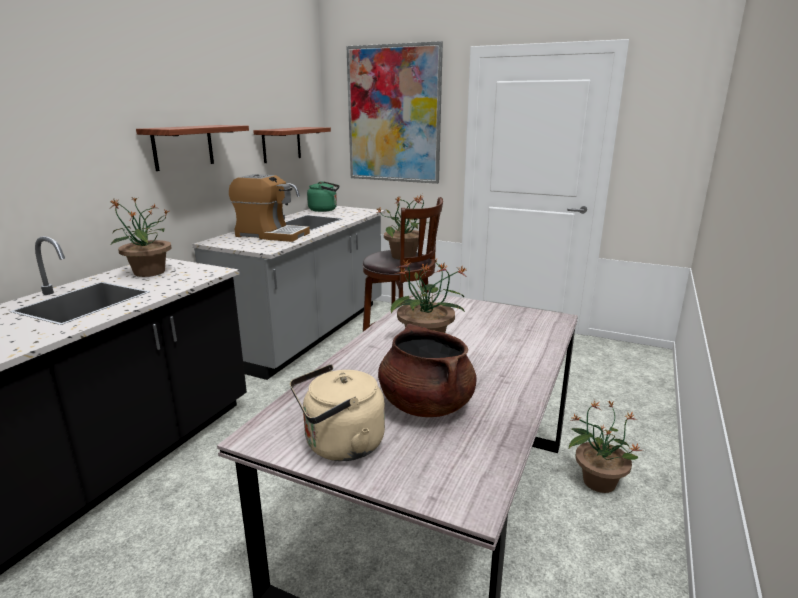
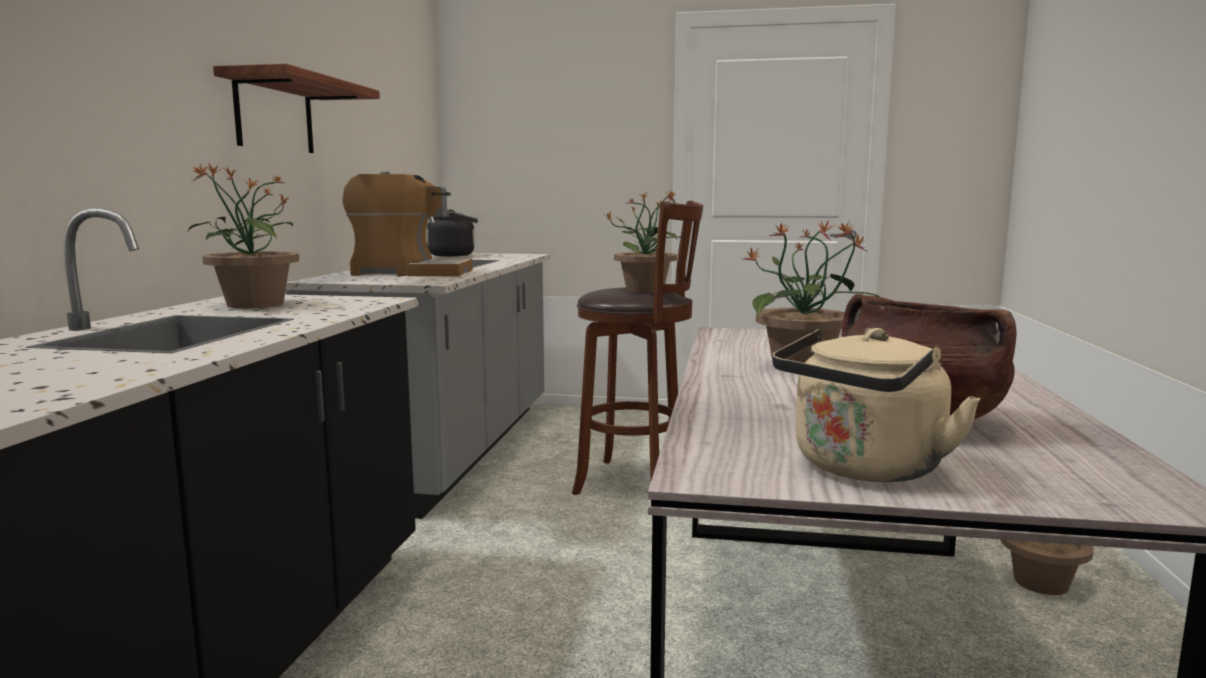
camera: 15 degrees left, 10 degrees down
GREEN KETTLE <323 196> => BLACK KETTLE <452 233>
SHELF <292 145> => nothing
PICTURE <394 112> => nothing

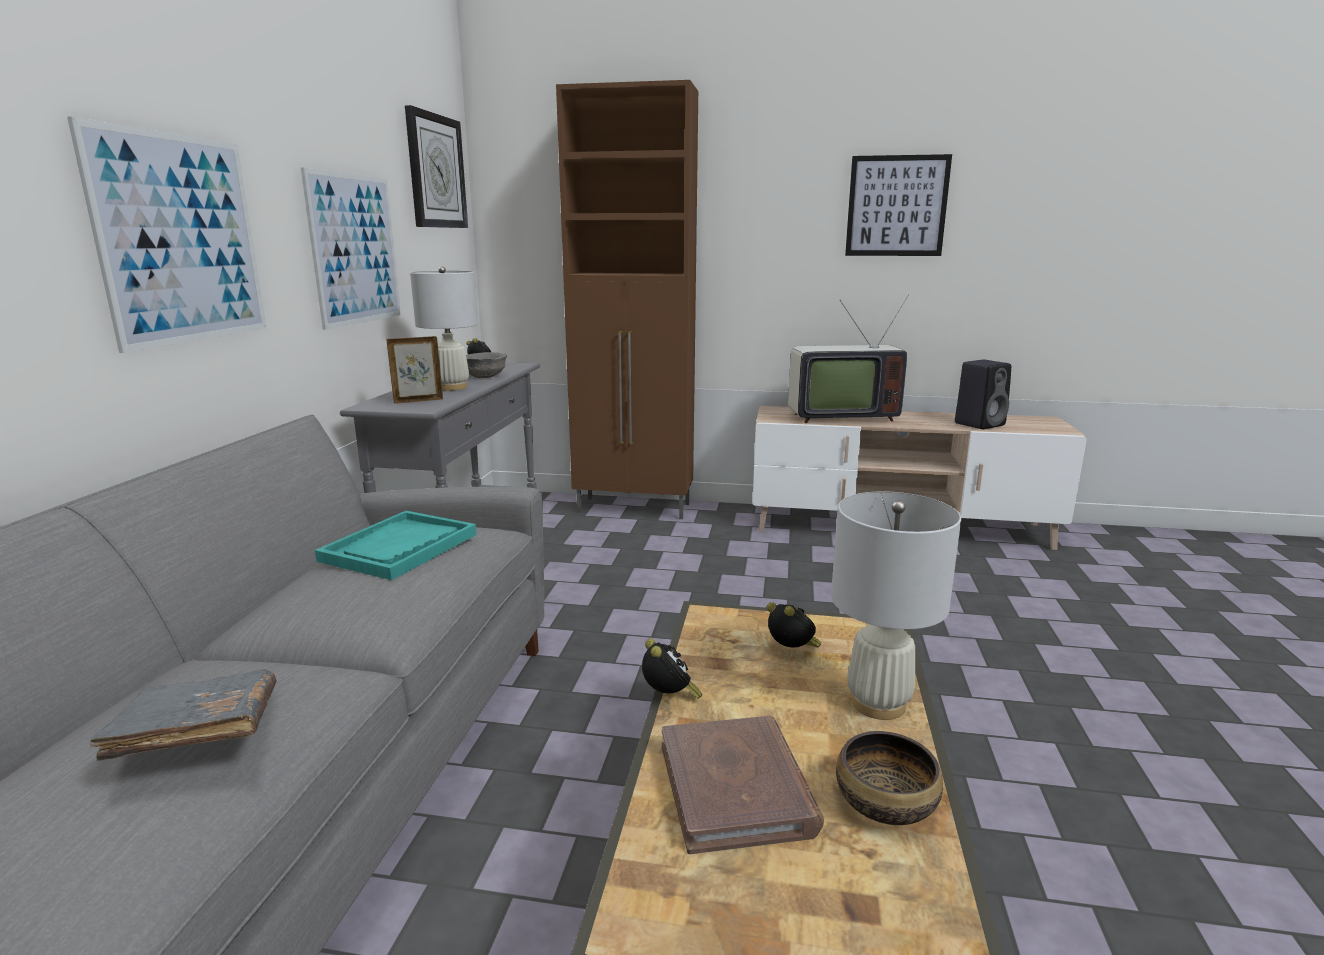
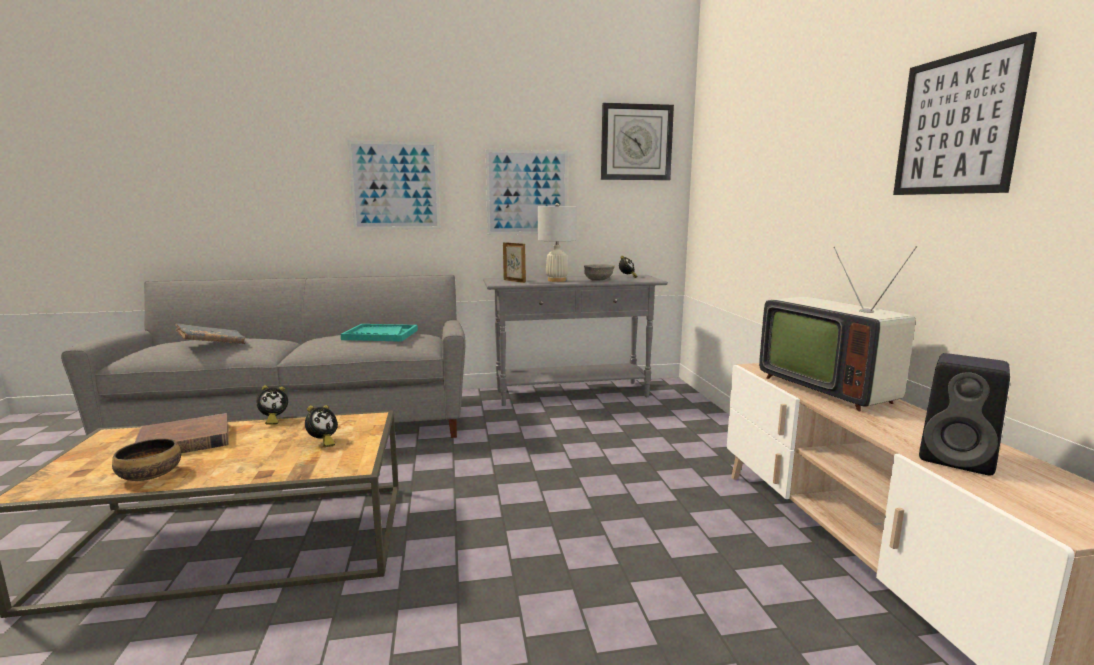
camera: 70 degrees right, 5 degrees down
BROWN CABINET <627 299> => nothing
WHITE TABLE LAMP <896 605> => nothing

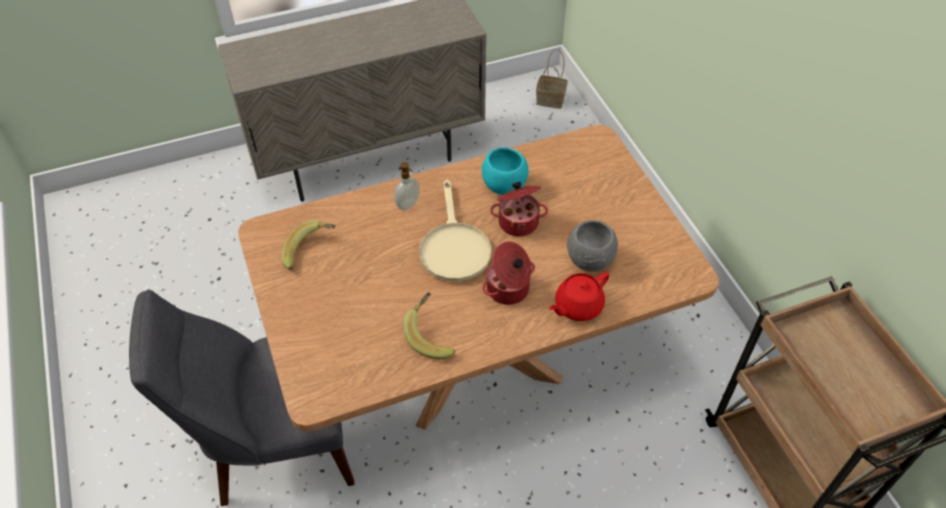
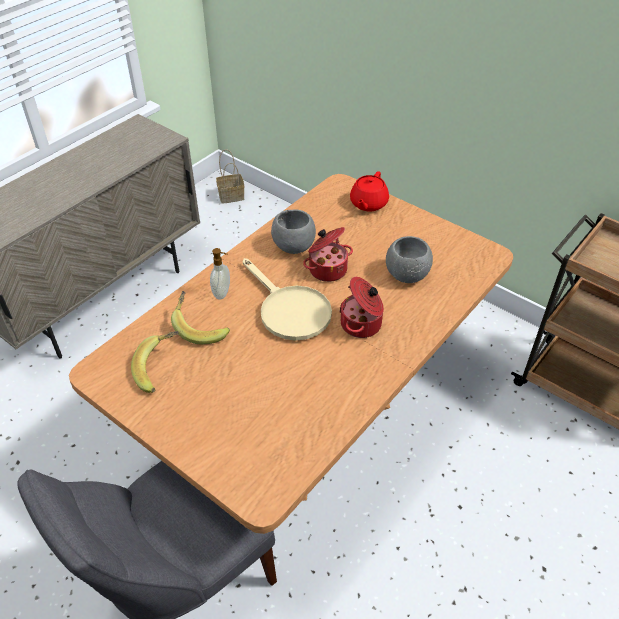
camera: 30 degrees left, 5 degrees down
BANANA <429 325> => BANANA <200 317>, relocated
TURQUOISE BOWL <505 171> => GREY BOWL <293 231>
RED TEAPOT <579 296> => RED TEAPOT <369 191>, relocated

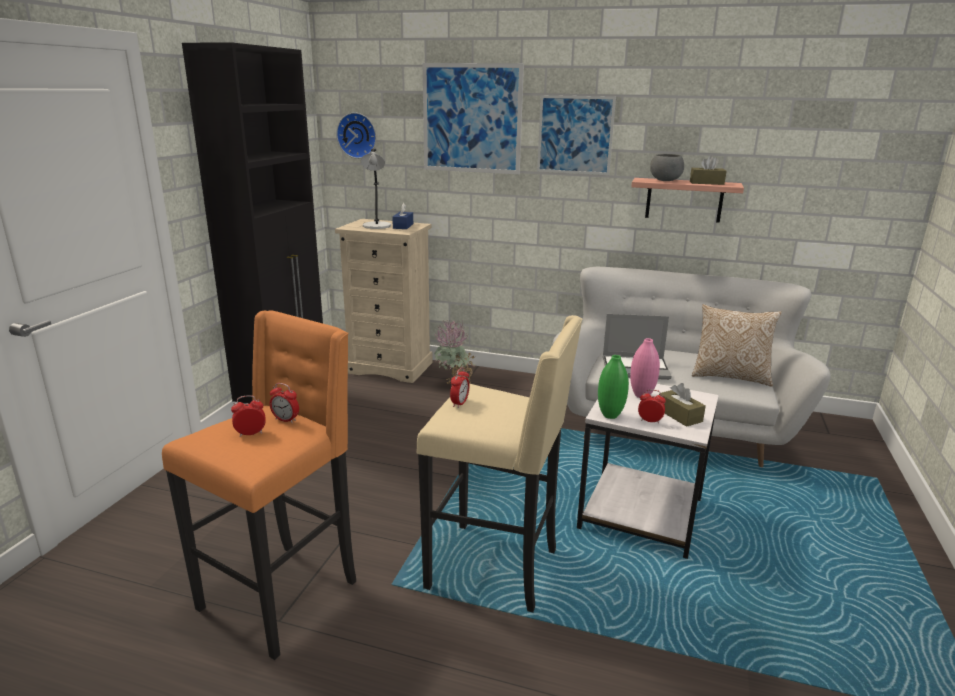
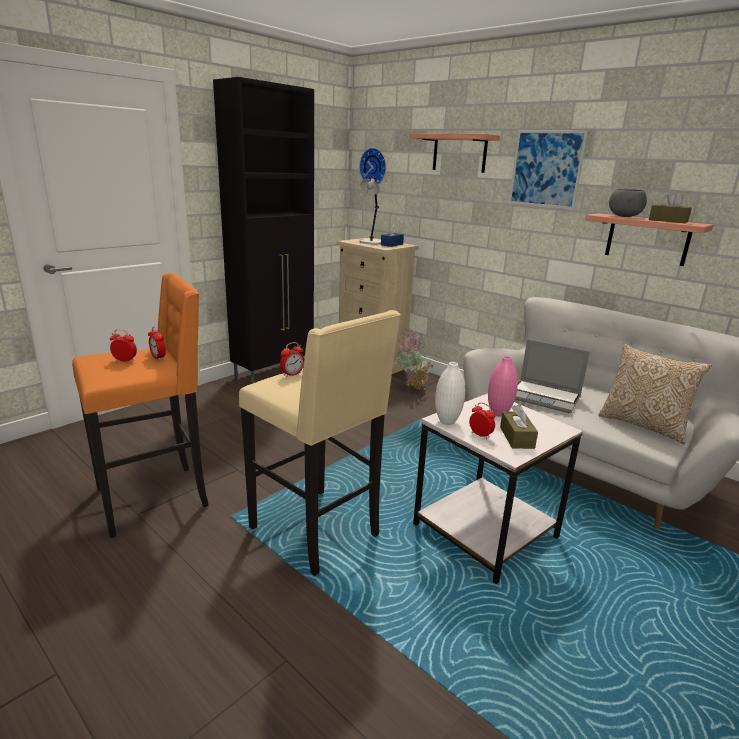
camera: 25 degrees right, 0 degrees up
PICTURE <473 118> => SHELF <454 153>
GREEN VASE <613 387> => WHITE VASE <450 393>

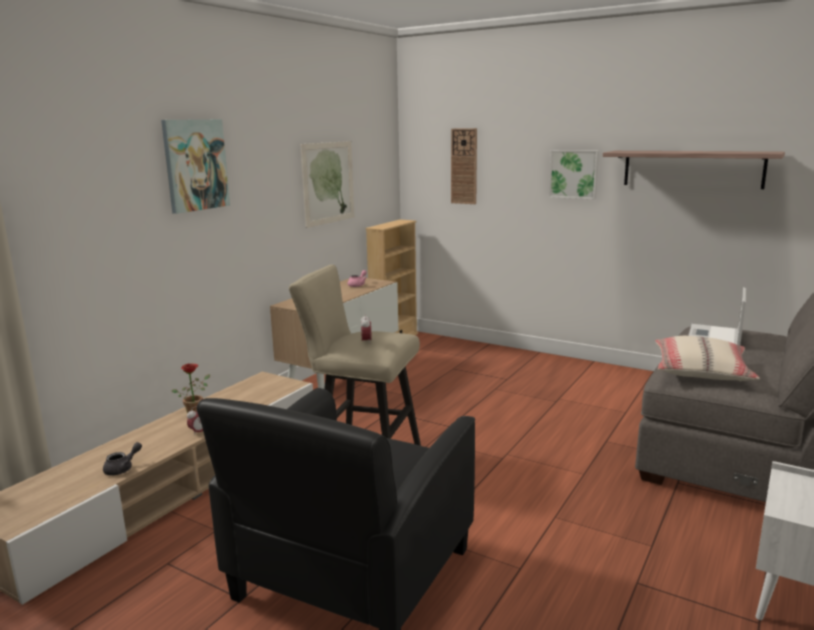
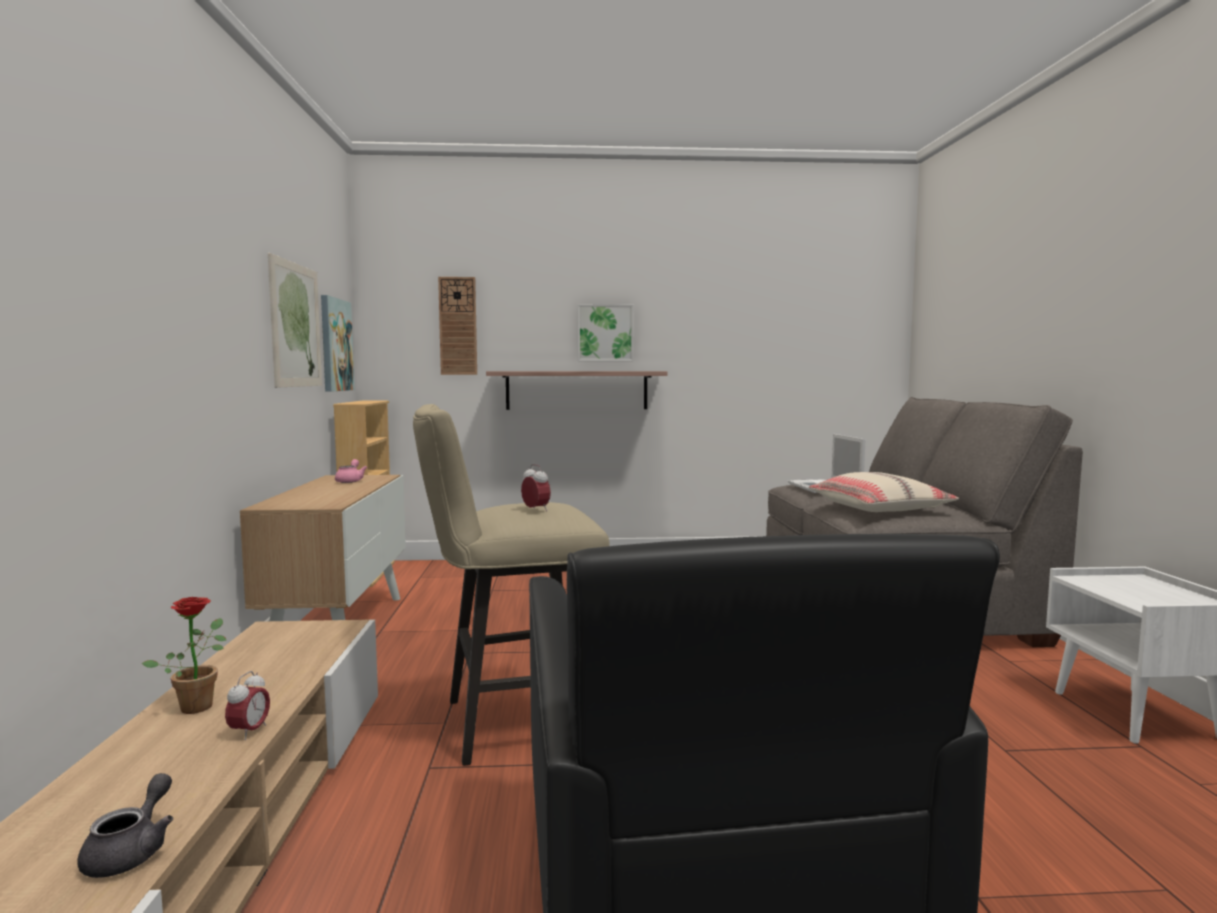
camera: 35 degrees left, 10 degrees down
PICTURE <195 166> => PICTURE <338 343>, relocated
SHELF <694 170> => SHELF <577 390>, relocated

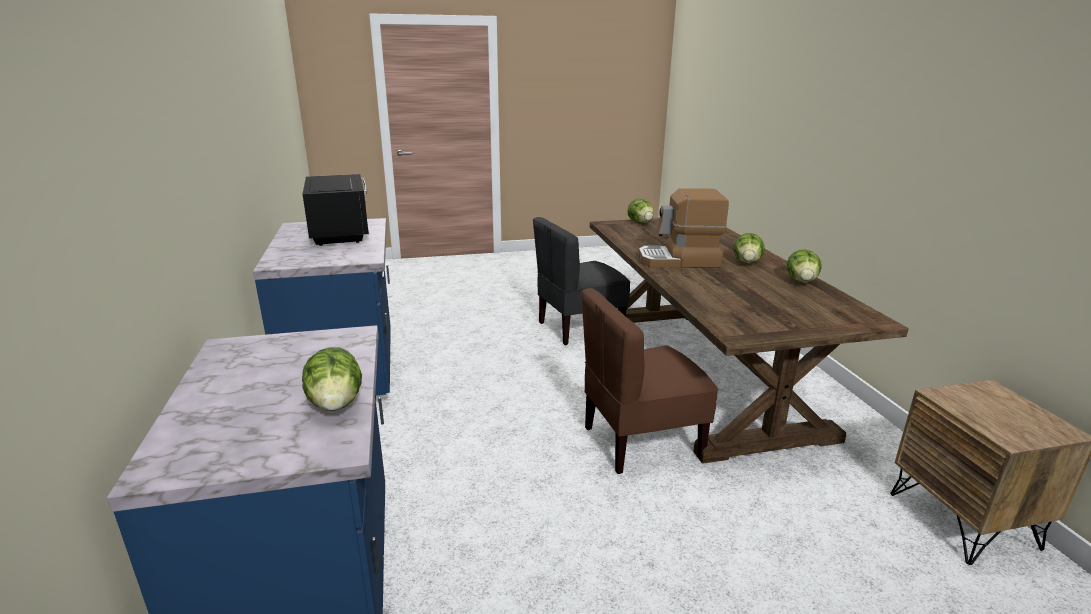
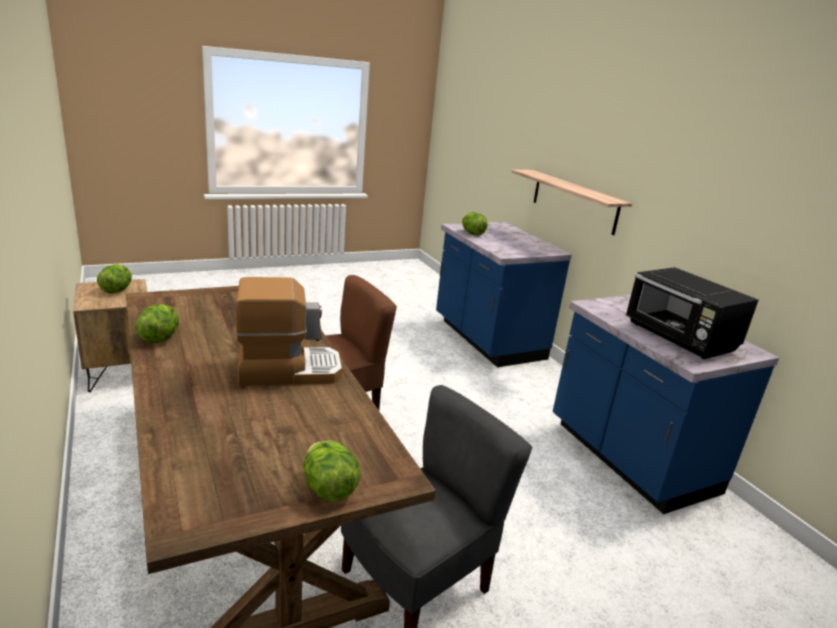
camera: 165 degrees right, 0 degrees up
LETTUCE <749 248> => LETTUCE <114 278>, relocated
nothing => SHELF <571 202>

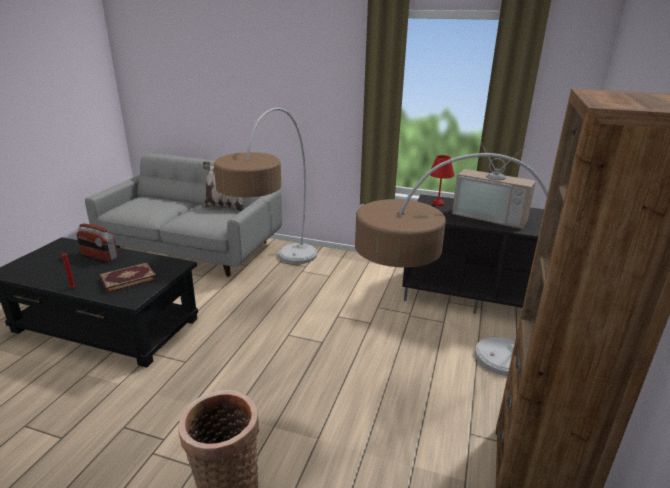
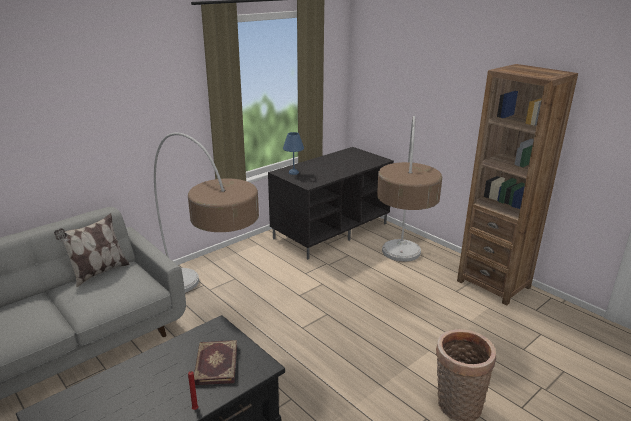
camera: 60 degrees left, 0 degrees up
RED TABLE LAMP <442 180> => BLUE TABLE LAMP <293 153>
RADIO <97 243> => nothing
TELEVISION <494 183> => nothing

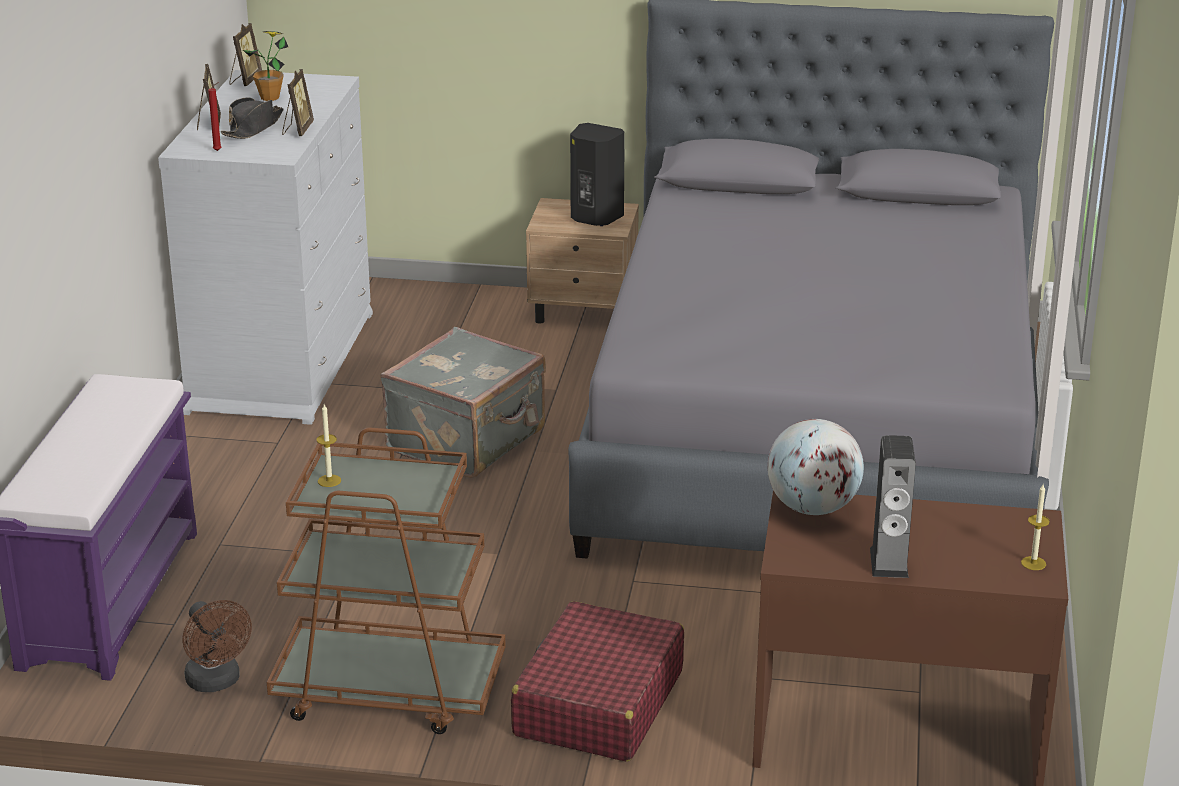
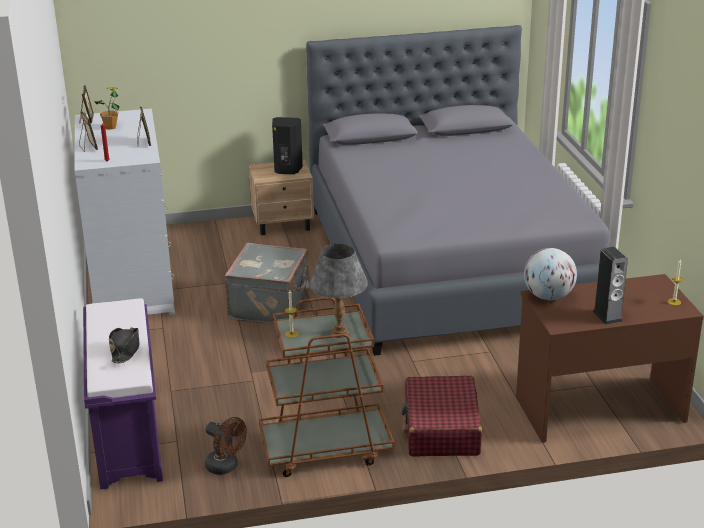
camera: 20 degrees left, 0 degrees up
BLACK HAT <252 118> => BLACK HAT <124 345>, relocated
nothing => GREY TABLE LAMP <338 290>

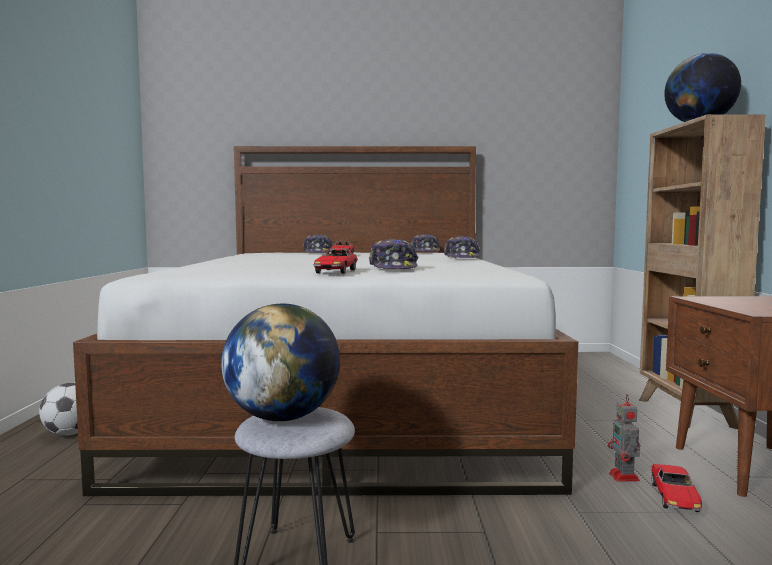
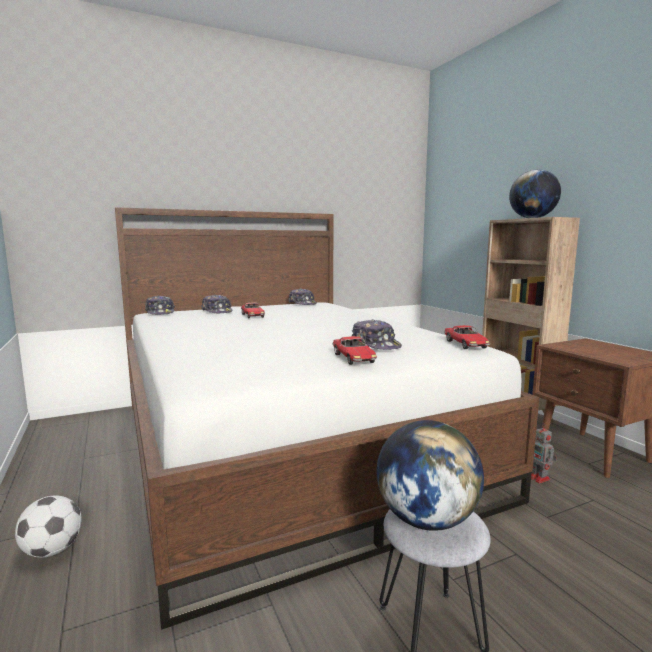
camera: 25 degrees left, 5 degrees up
CAP <462 247> => CAP <160 305>, relocated
TOY CAR <676 488> => TOY CAR <467 337>, relocated

